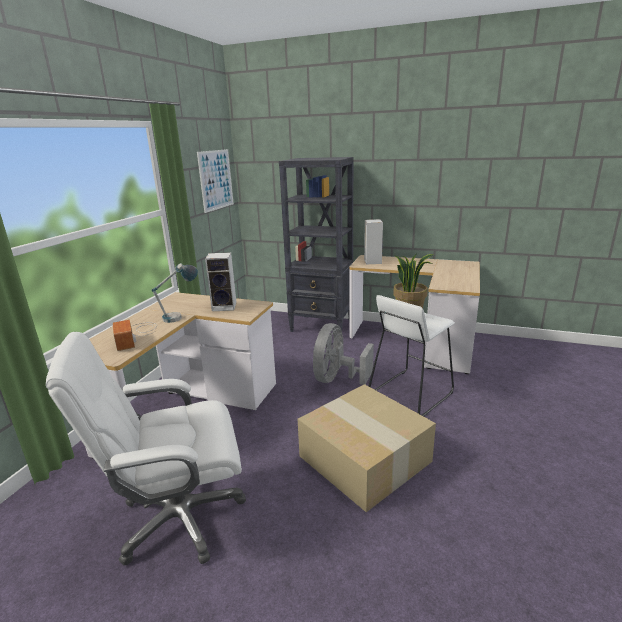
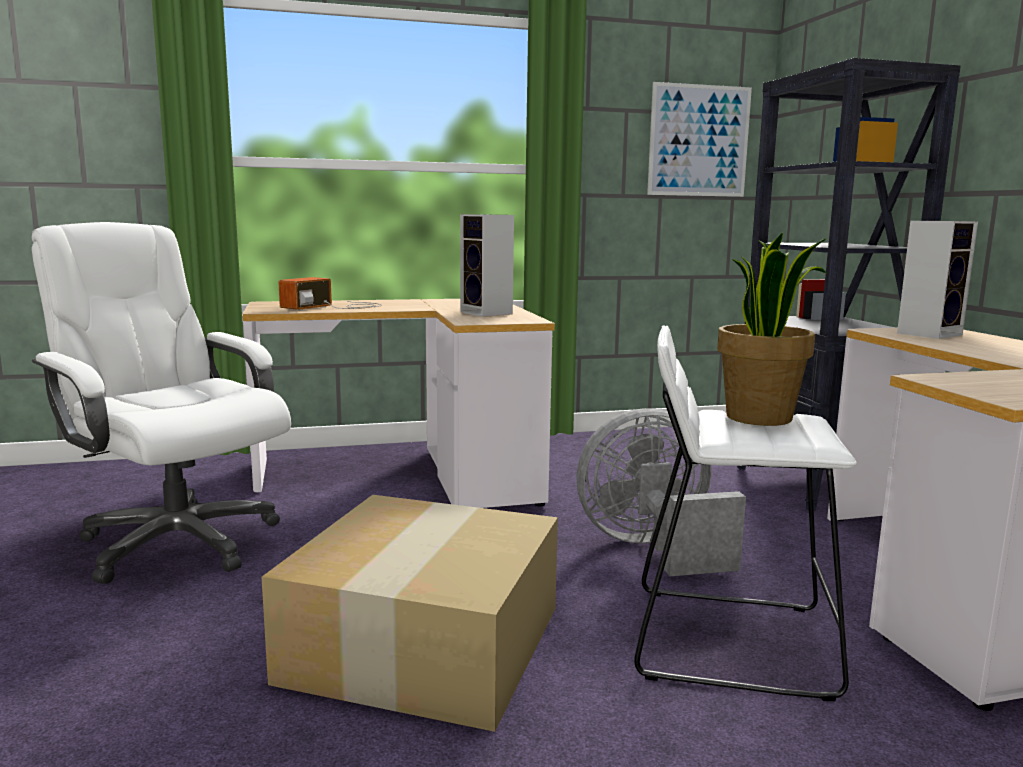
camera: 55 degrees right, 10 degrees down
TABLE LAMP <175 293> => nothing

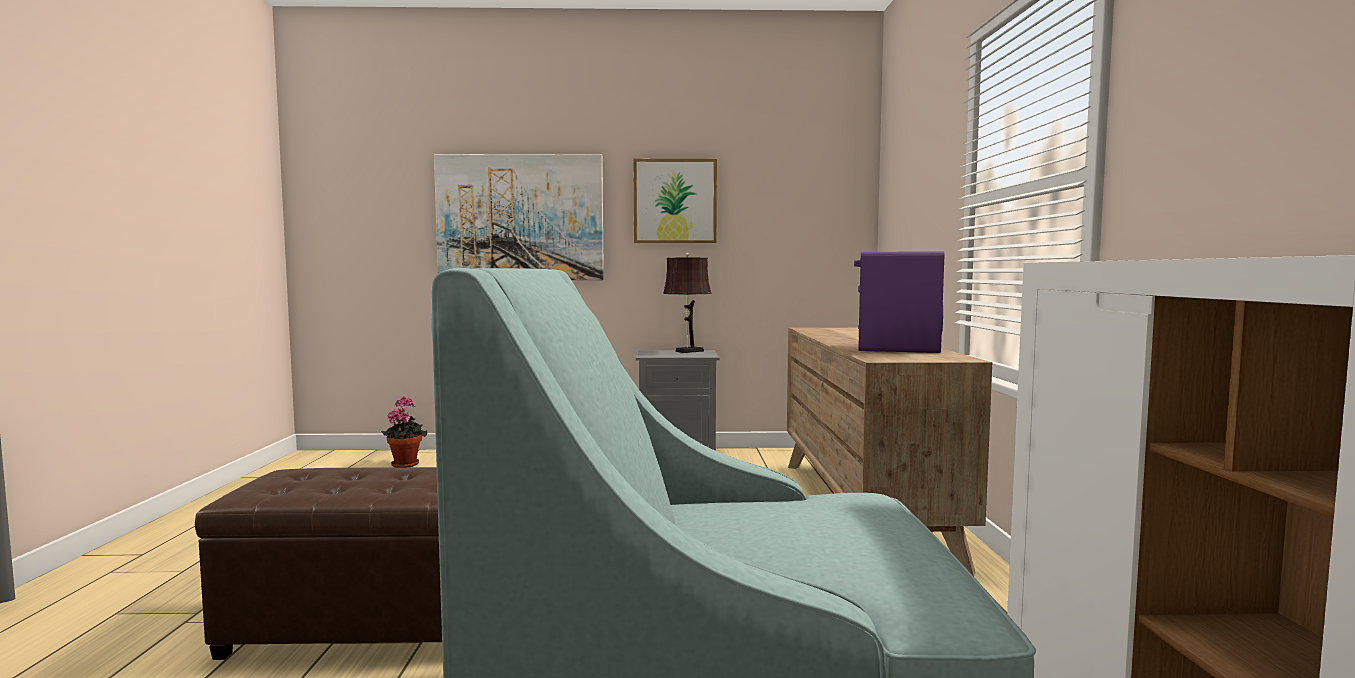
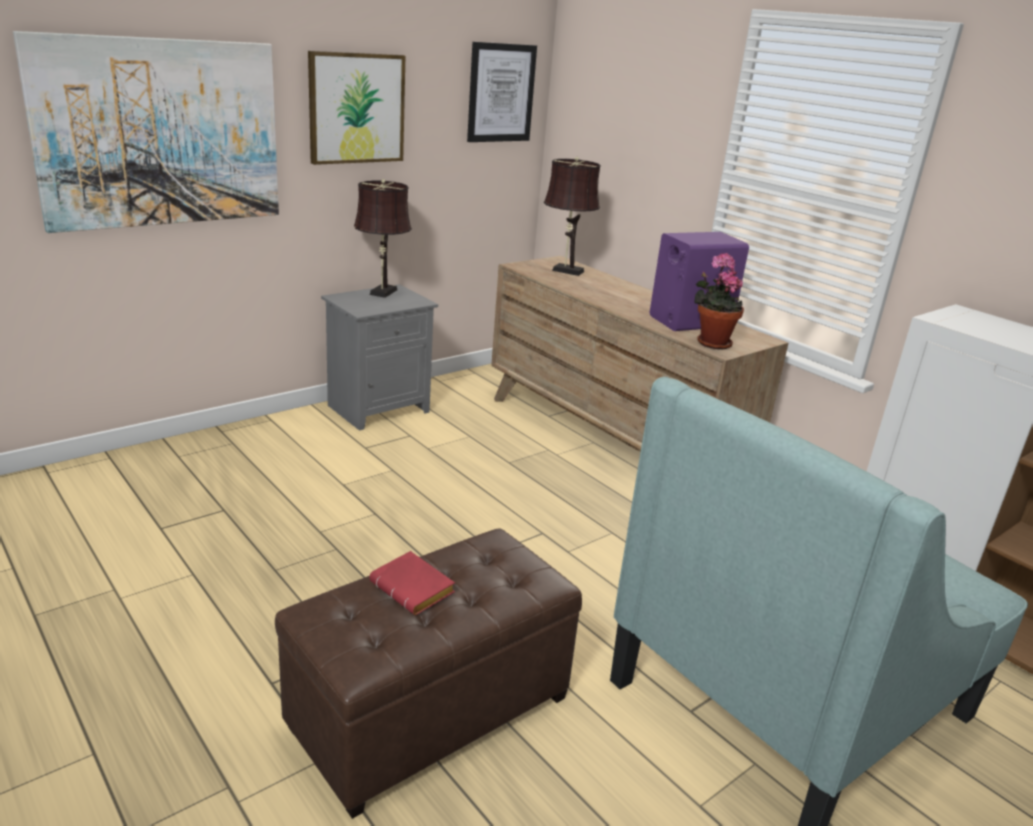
camera: 40 degrees left, 20 degrees up
nothing => RED BOOK <412 583>
nothing => PICTURE <502 92>
nothing => BROWN TABLE LAMP <572 216>
POTTED PLANT <404 432> => POTTED PLANT <719 301>, relocated

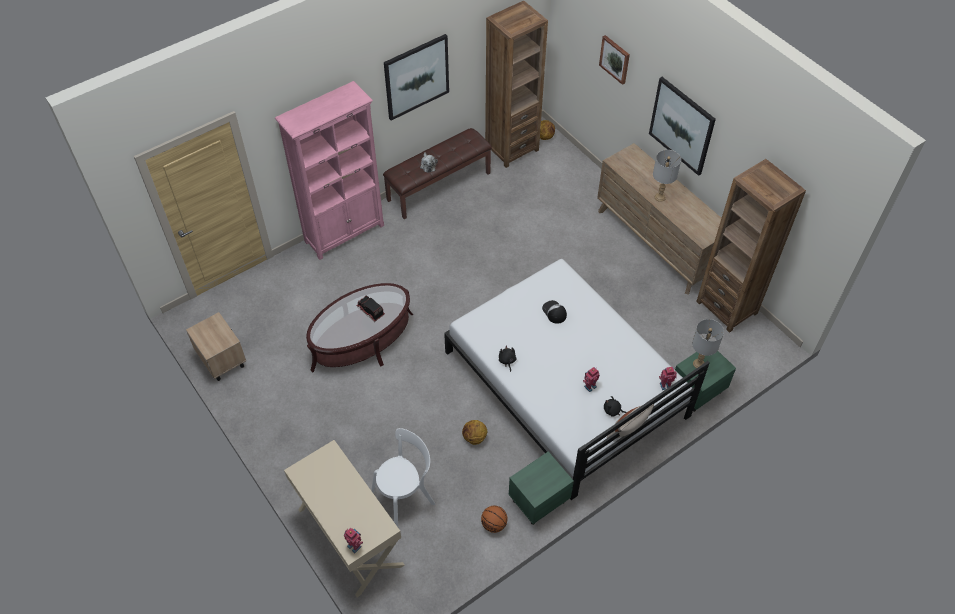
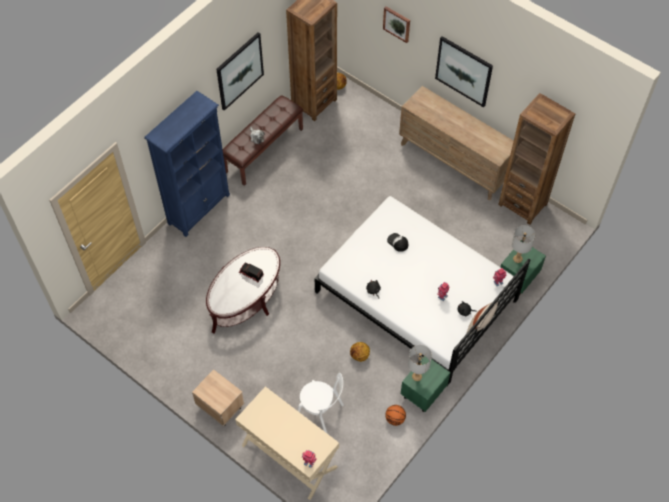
camera: 15 degrees left, 5 degrees up
PINK BOOKCASE <329 170> => BLUE BOOKCASE <187 164>
BEIGE NIGHTSTAND <216 346> => BEIGE NIGHTSTAND <218 397>, relocated
WHITE CHAIR <403 477> => WHITE CHAIR <320 403>, 75 degrees clockwise
GREY TABLE LAMP <667 176> => GREY TABLE LAMP <420 363>, relocated

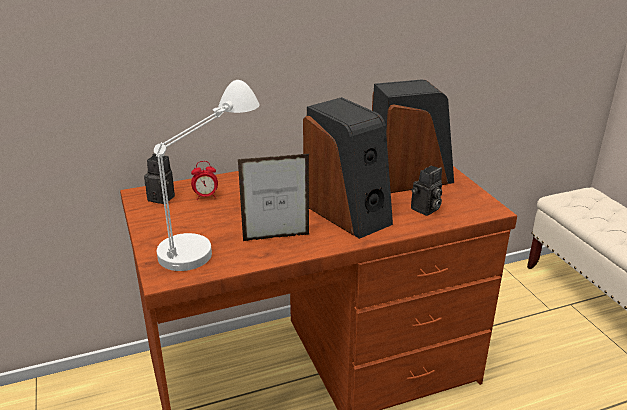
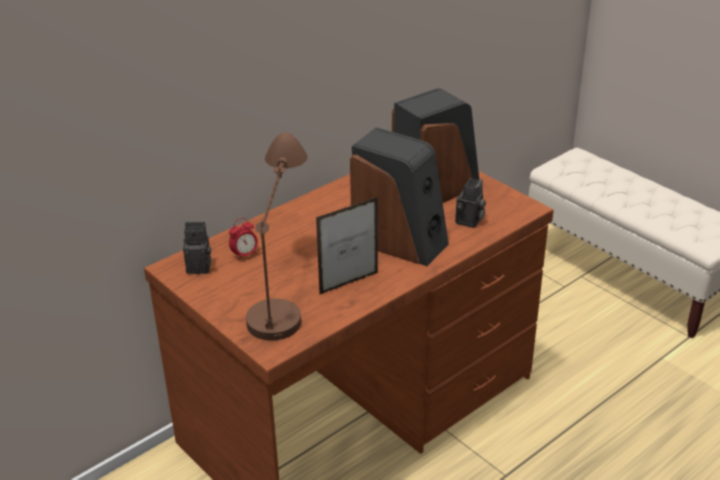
camera: 20 degrees left, 5 degrees up
WHITE TABLE LAMP <207 175> => BROWN TABLE LAMP <277 237>

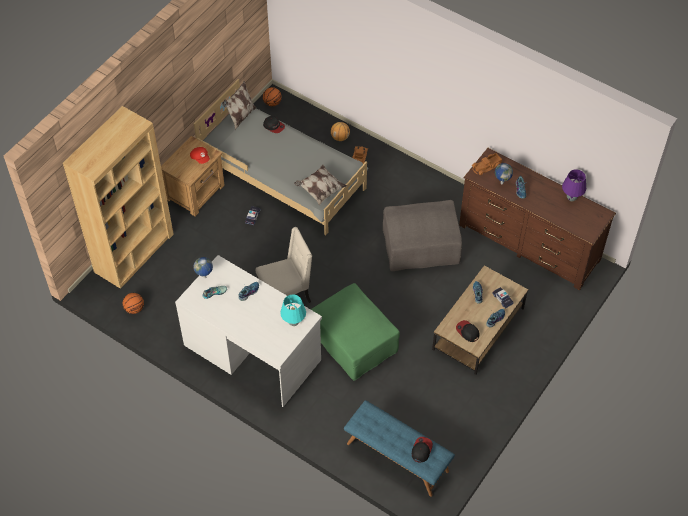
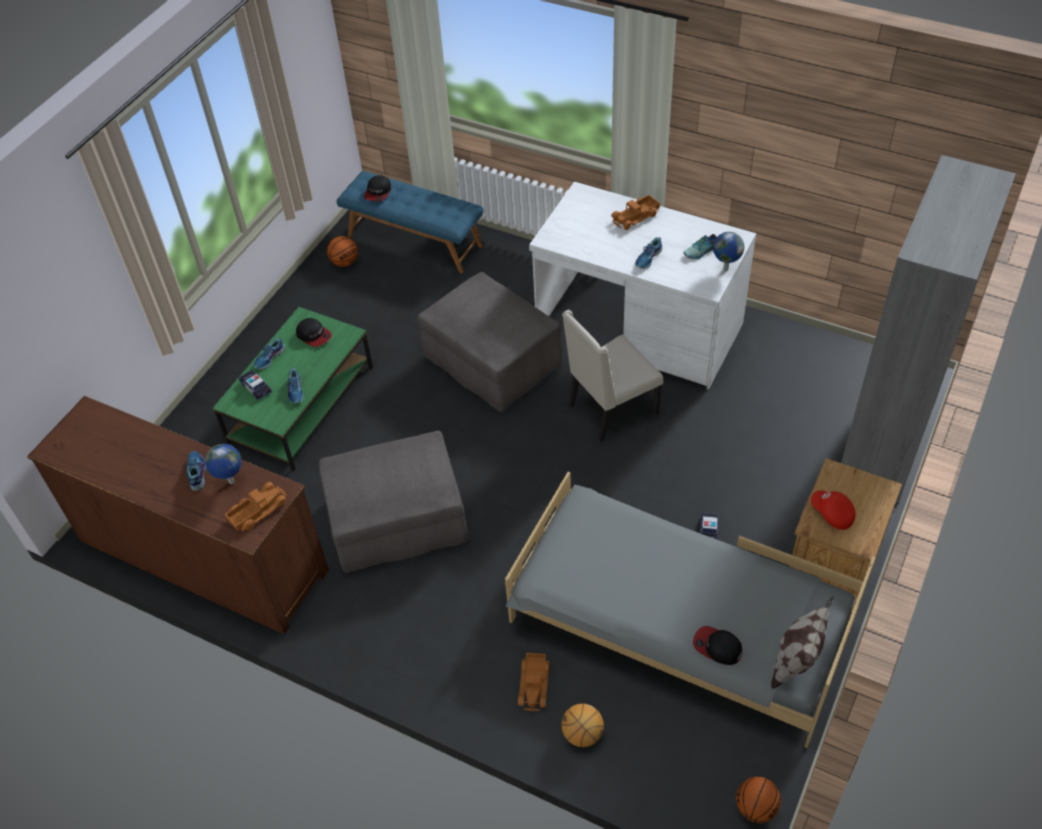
camera: 175 degrees right, 5 degrees down
BROWN COFFEE TABLE <480 320> => GREEN COFFEE TABLE <292 389>
BASKETBALL <133 303> => BASKETBALL <342 251>, relocated
GREEN OTTOMAN <355 332> => GREY OTTOMAN <489 342>
nothing => TOY TRUCK <635 212>
BROWN BOOKCASE <118 197> => GREY BOOKCASE <928 329>
TURQUOISE TABLE LAMP <293 310> => nothing
PILLOW <320 185> => nothing
PURPLE TABLE LAMP <574 185> => nothing

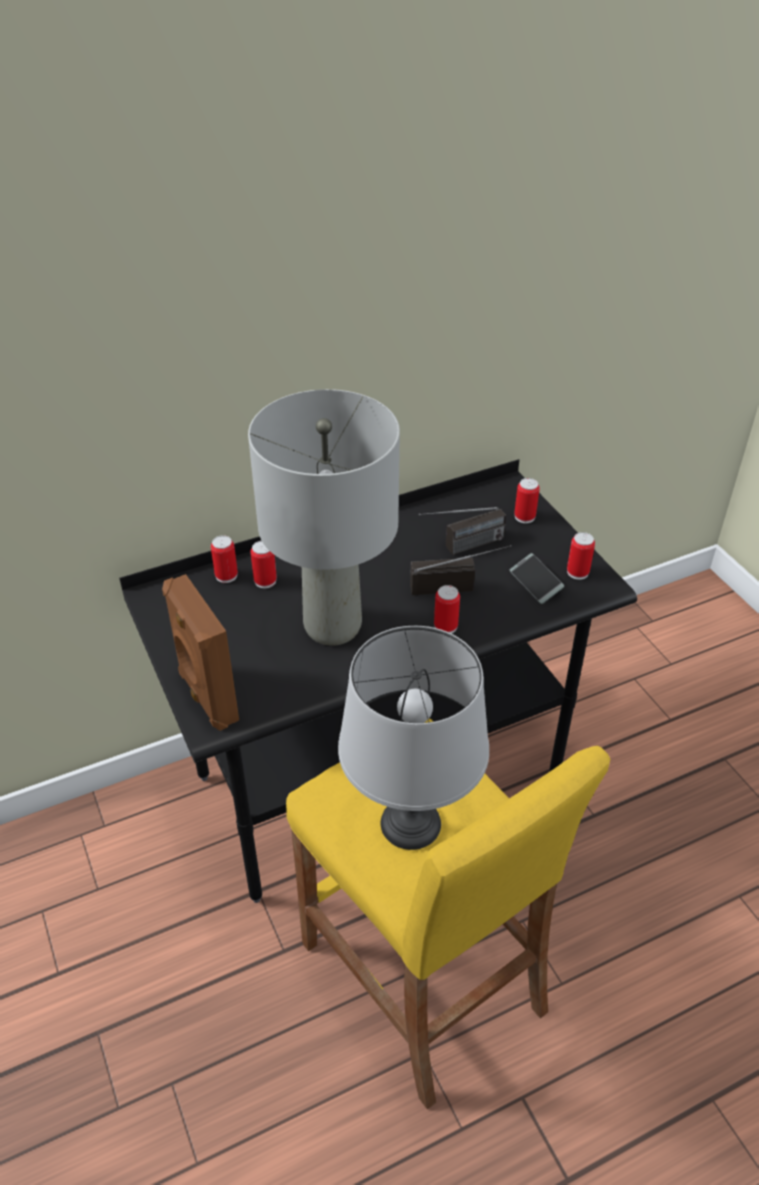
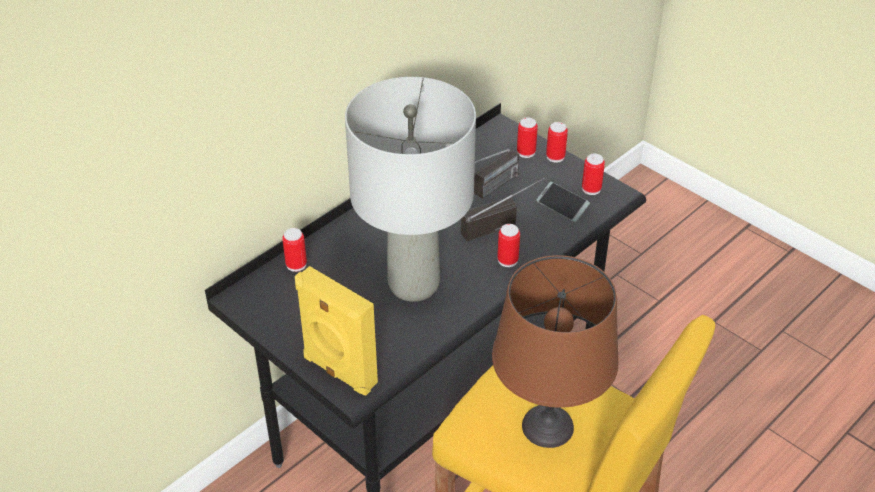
camera: 20 degrees left, 0 degrees up
BROWN SPEAKER <200 652> => YELLOW SPEAKER <336 331>
GREY TABLE LAMP <413 738> => BROWN TABLE LAMP <555 351>
CAN <264 564> => CAN <557 142>, relocated

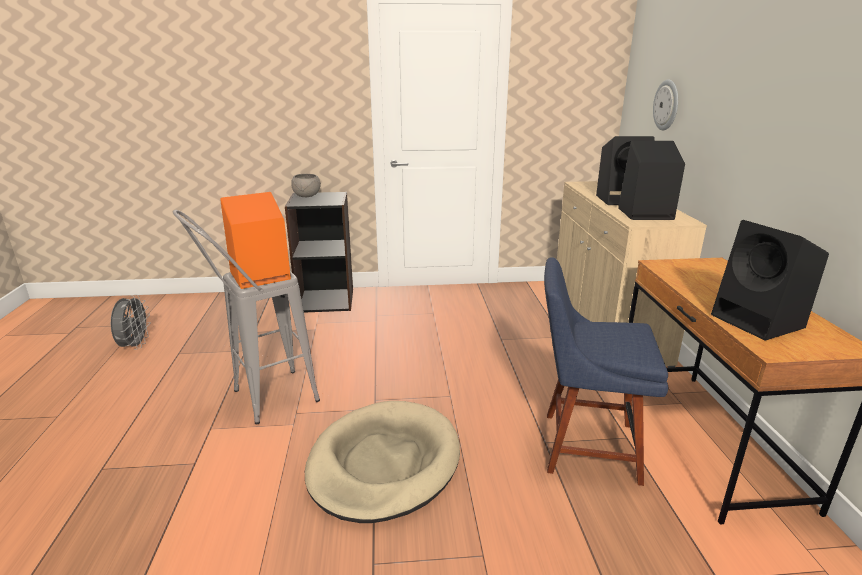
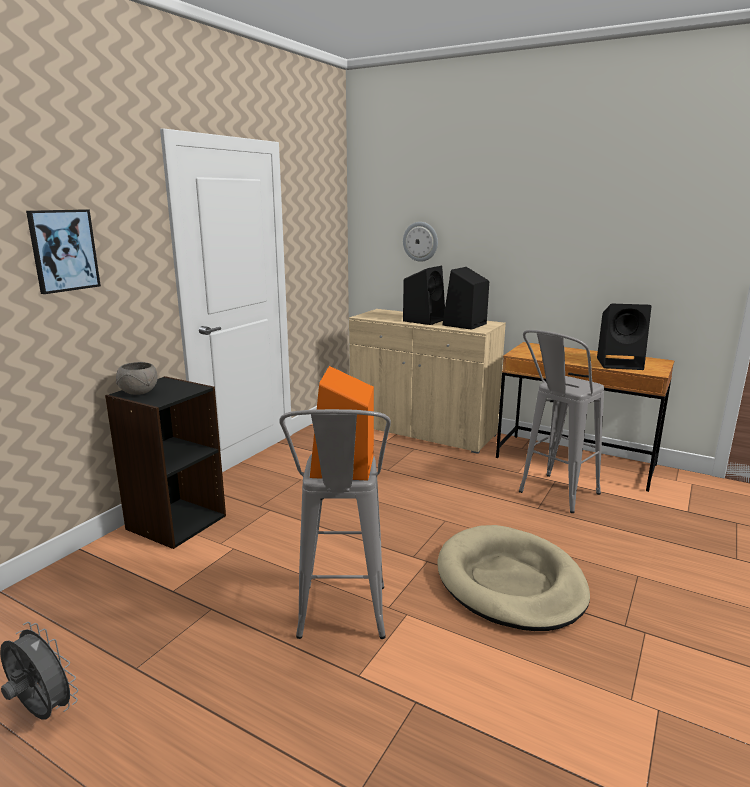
camera: 55 degrees left, 5 degrees down
nothing => PICTURE <63 251>
BLUE CHAIR <606 371> => GREY STOOL <561 421>

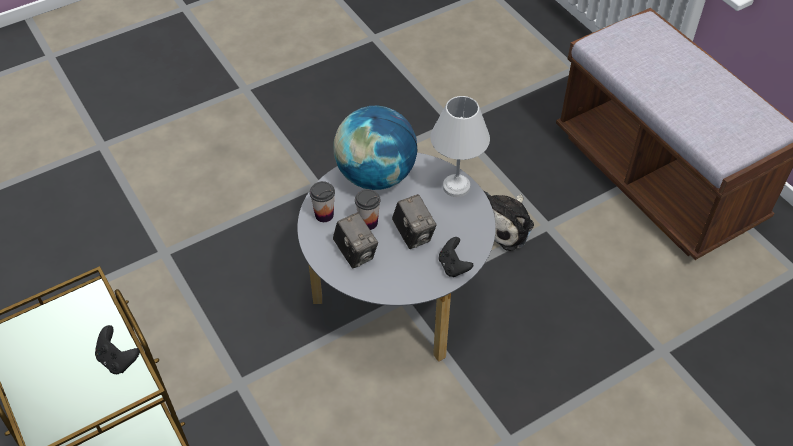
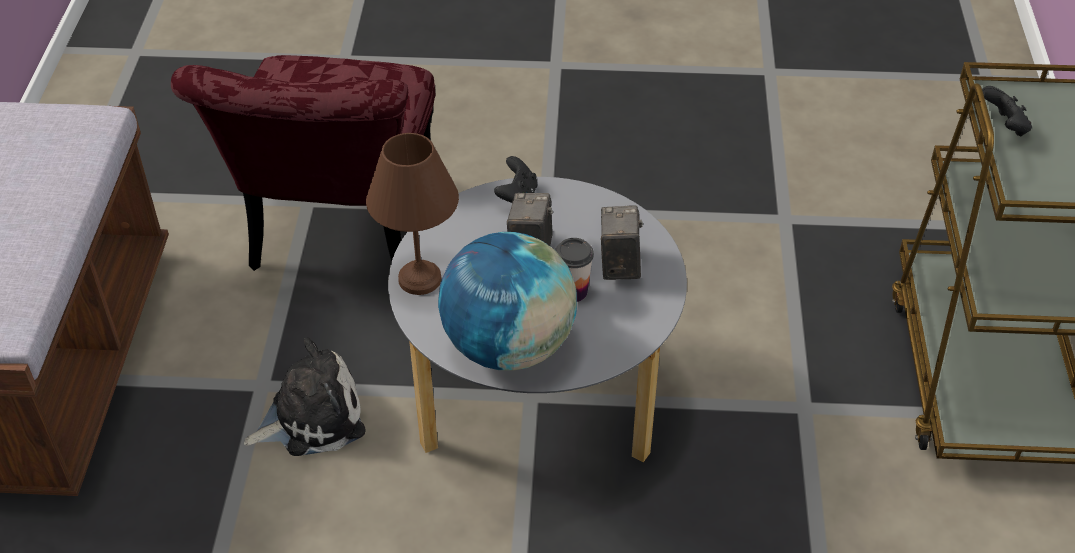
camera: 145 degrees left, 5 degrees down
nothing => RED CHAIR <303 163>
WHITE TABLE LAMP <460 146> => BROWN TABLE LAMP <412 214>
CUP <322 201> => nothing

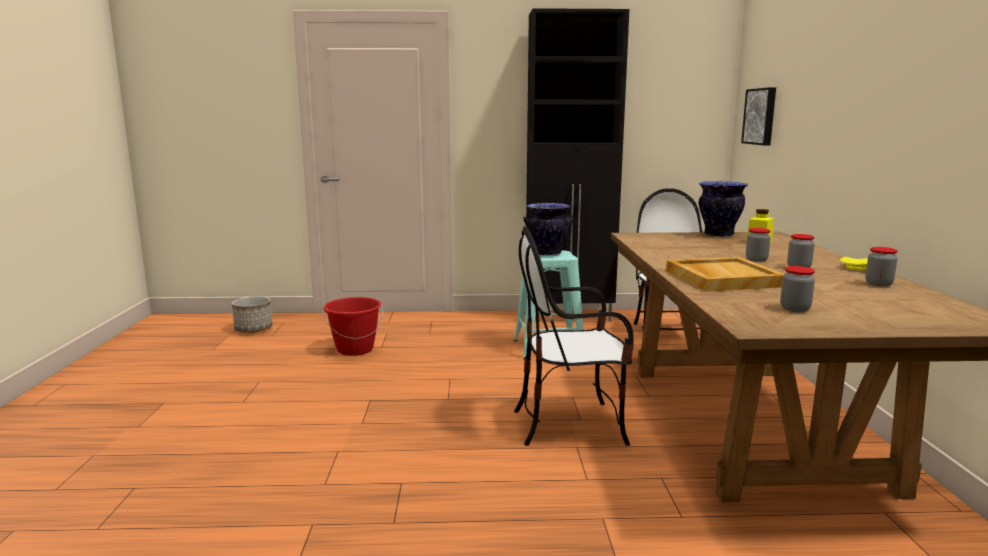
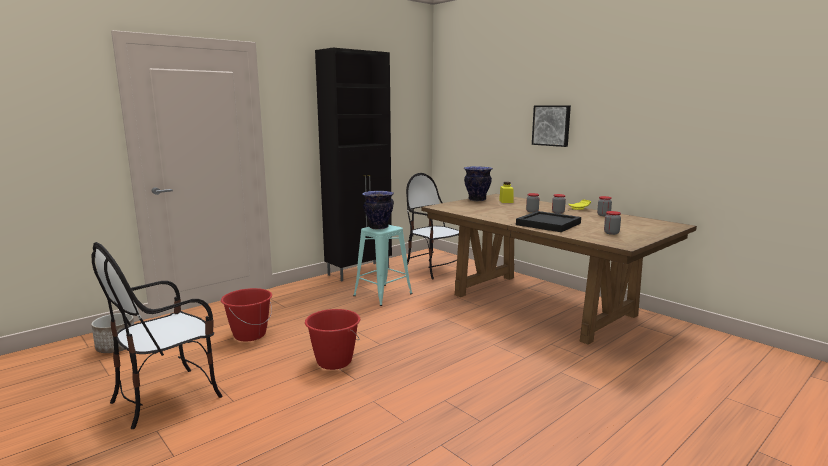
camera: 40 degrees left, 0 degrees up
CHAIR <574 336> => CHAIR <157 335>, relocated
nothing => RED BUCKET <332 339>
BEIGE TRAY <725 274> => BLACK TRAY <548 221>
PICTURE <758 116> => PICTURE <551 126>, relocated

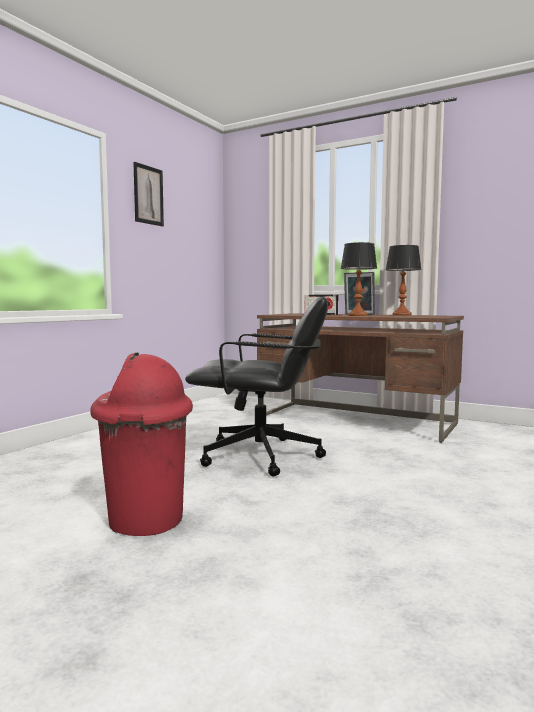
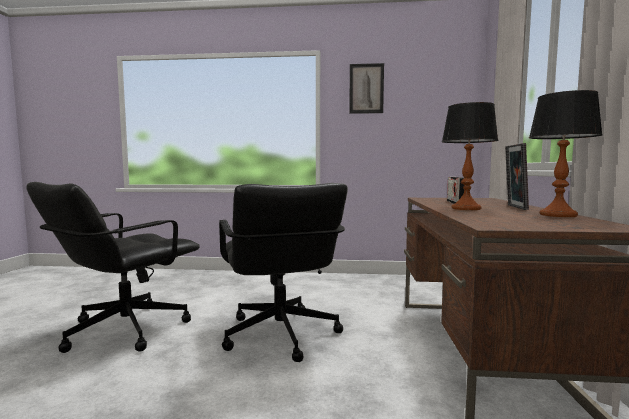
camera: 65 degrees right, 0 degrees up
RED TRASH CAN <141 444> => BLACK OFFICE CHAIR <113 267>

